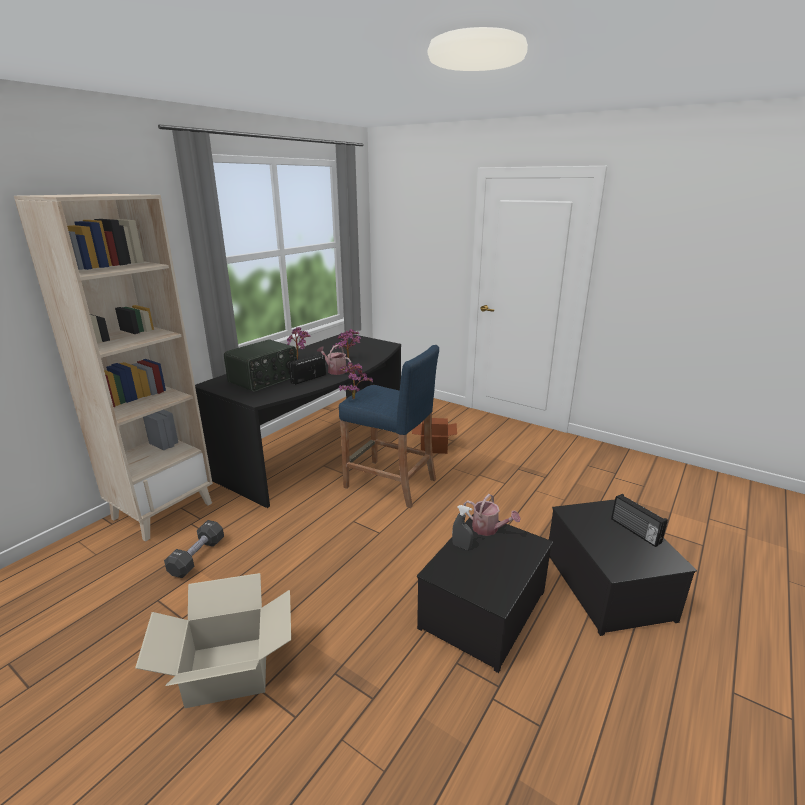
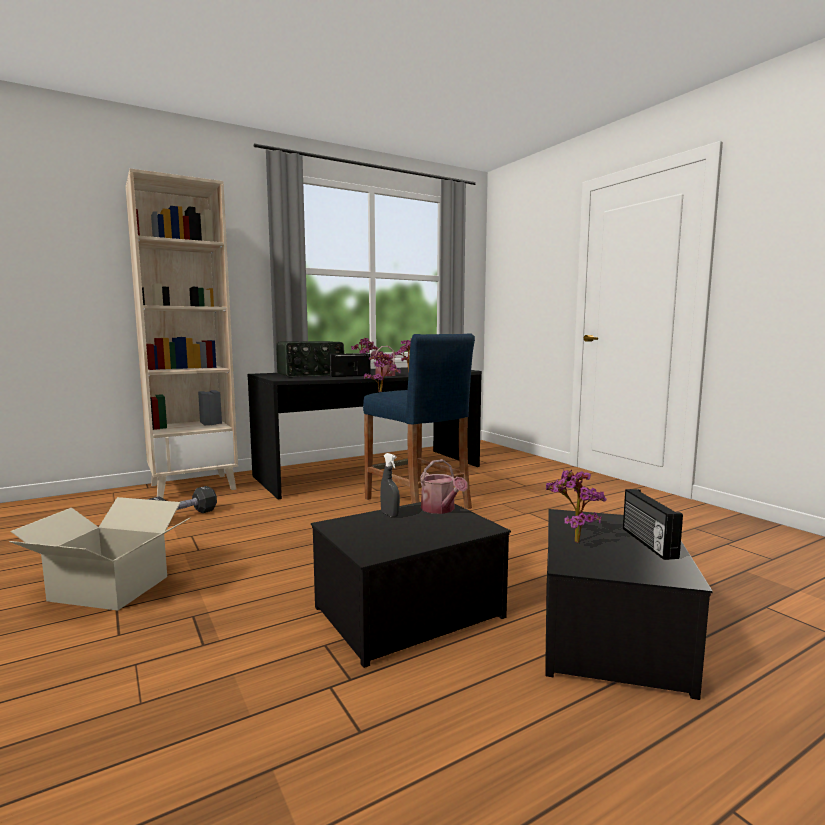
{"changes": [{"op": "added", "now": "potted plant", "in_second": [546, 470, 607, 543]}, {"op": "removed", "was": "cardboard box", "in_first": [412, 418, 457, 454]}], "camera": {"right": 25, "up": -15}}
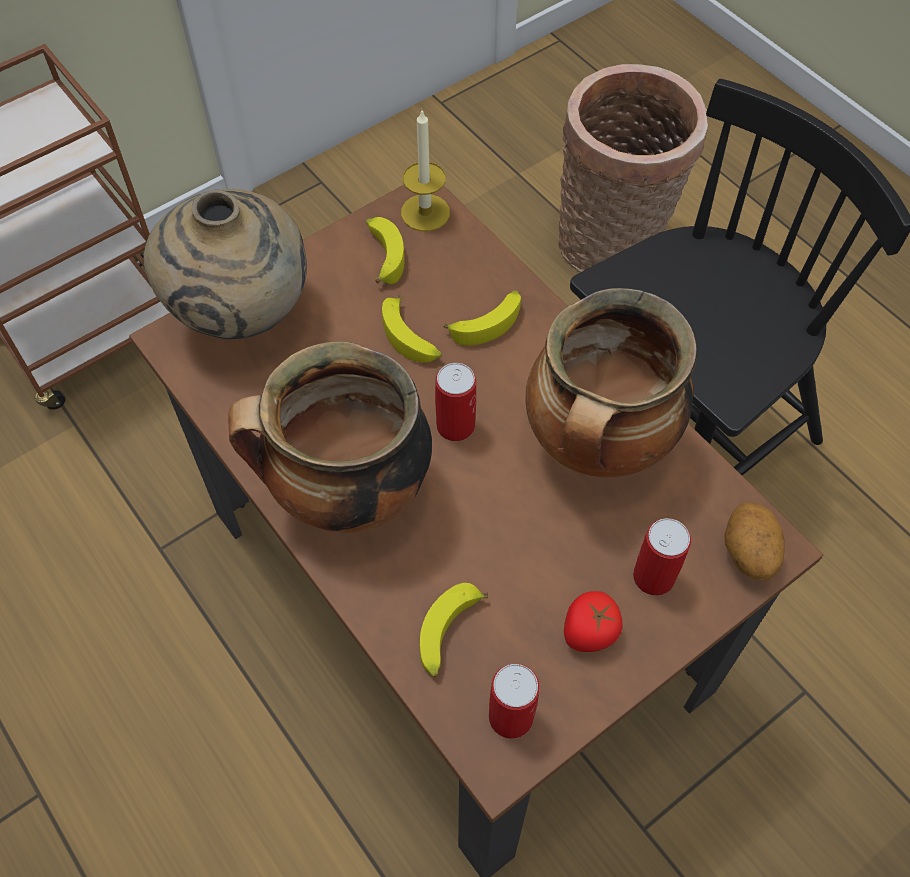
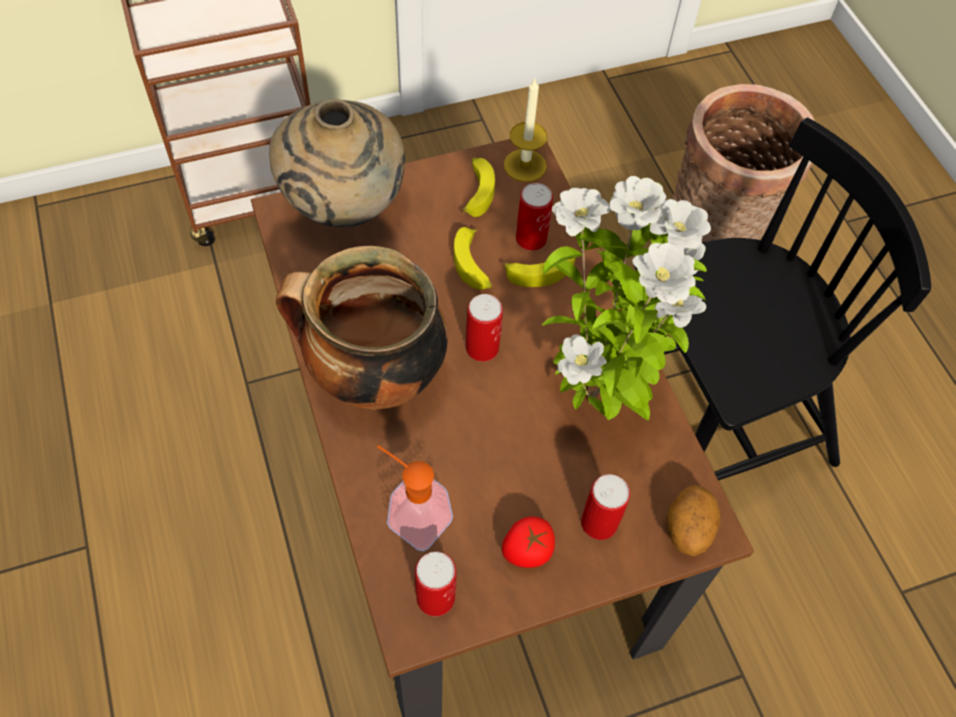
{"changes": [{"op": "replaced", "was": "banana", "now": "soap dispenser", "in_first": [420, 583, 488, 677], "in_second": [377, 445, 453, 551]}, {"op": "added", "now": "can", "in_second": [516, 183, 553, 251]}, {"op": "replaced", "was": "cooking pot", "now": "potted plant", "in_first": [525, 288, 697, 477], "in_second": [542, 176, 711, 421]}], "camera": {"right": 15, "up": 0}}
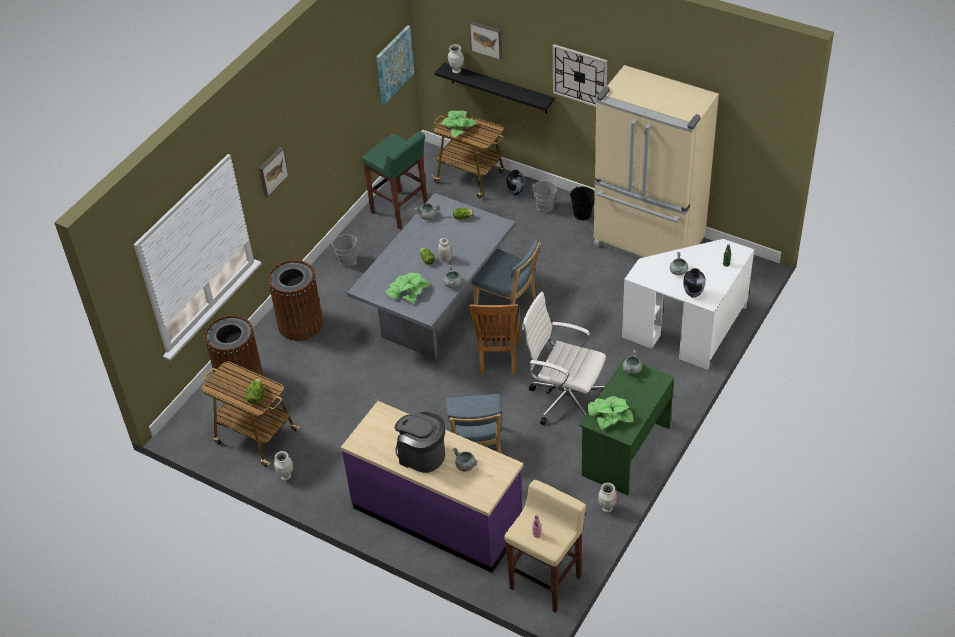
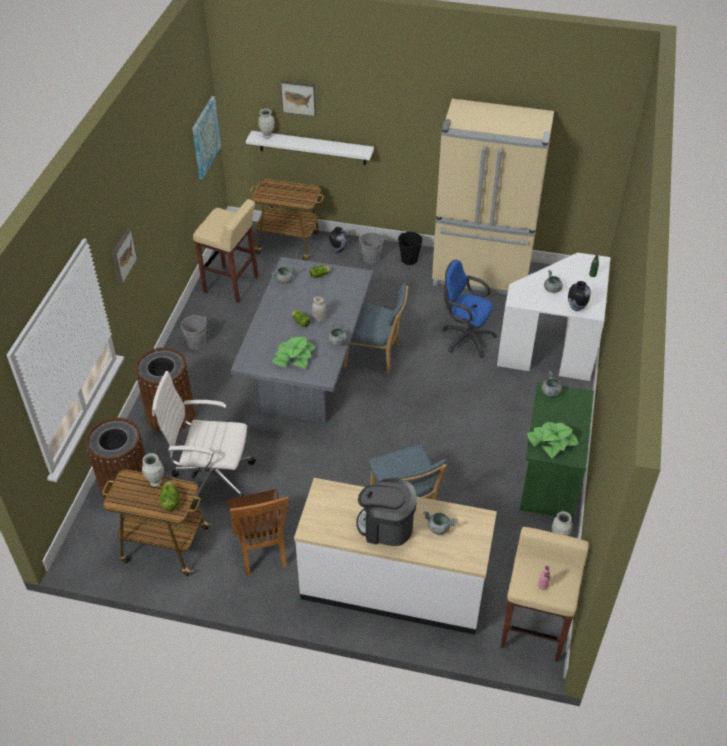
{"changes": [{"op": "moved", "was": "vase", "in_first": [274, 451, 293, 480], "in_second": [142, 453, 164, 487]}, {"op": "moved", "was": "office chair/white", "in_first": [522, 292, 606, 425], "in_second": [152, 371, 256, 509]}, {"op": "recoloured", "was": "stool/green", "now": "stool/beige", "in_first": [362, 131, 428, 229], "in_second": [193, 199, 258, 303]}, {"op": "moved", "was": "chair/brown", "in_first": [469, 304, 519, 375], "in_second": [227, 489, 289, 576]}, {"op": "recoloured", "was": "shelf/black", "now": "shelf/white", "in_first": [435, 62, 555, 113], "in_second": [246, 131, 374, 165]}, {"op": "recoloured", "was": "counter/purple", "now": "counter/white", "in_first": [341, 401, 523, 573], "in_second": [294, 478, 497, 635]}, {"op": "added", "now": "office chair/blue", "in_second": [442, 260, 498, 358]}, {"op": "removed", "was": "potted plant", "in_first": [441, 111, 477, 137]}, {"op": "removed", "was": "wall clock", "in_first": [553, 44, 607, 107]}], "camera": {"right": -20, "up": 0}}
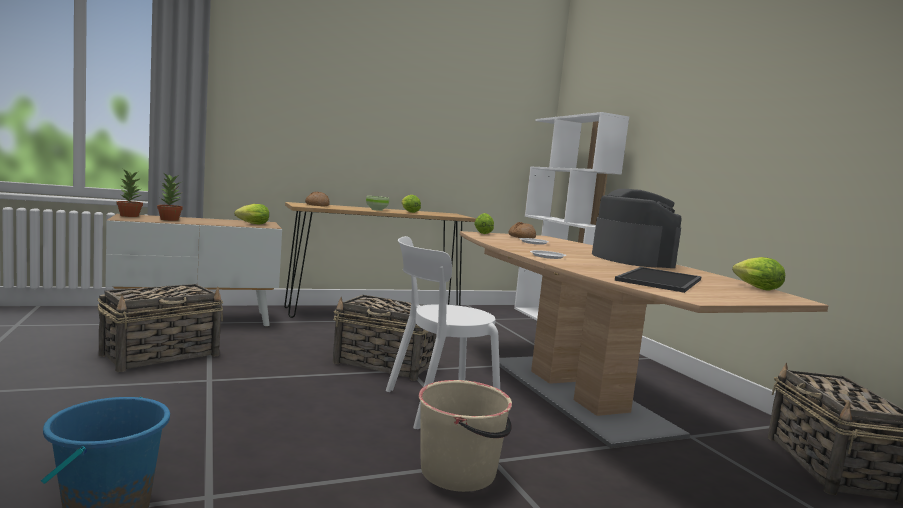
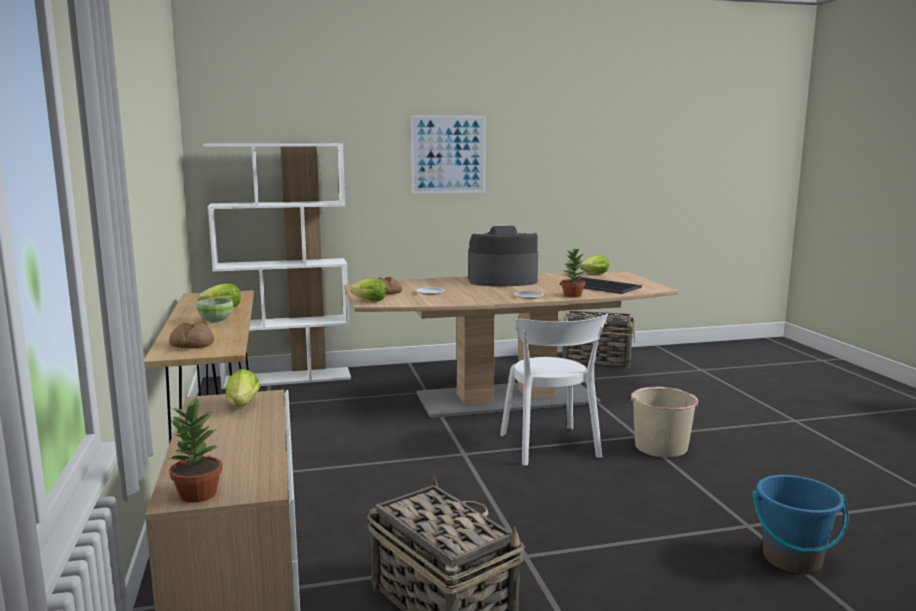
{"changes": [{"op": "added", "now": "picture", "in_second": [411, 115, 486, 194]}, {"op": "moved", "was": "potted plant", "in_first": [157, 173, 183, 221], "in_second": [561, 248, 585, 298]}, {"op": "removed", "was": "basket", "in_first": [333, 295, 437, 381]}], "camera": {"right": -80, "up": 5}}
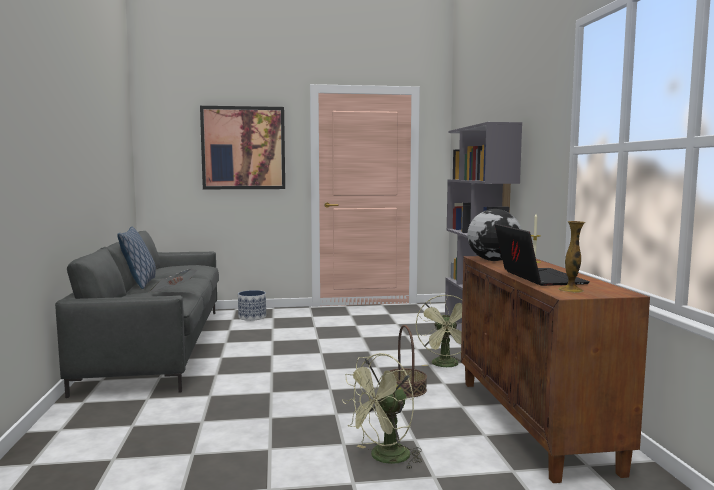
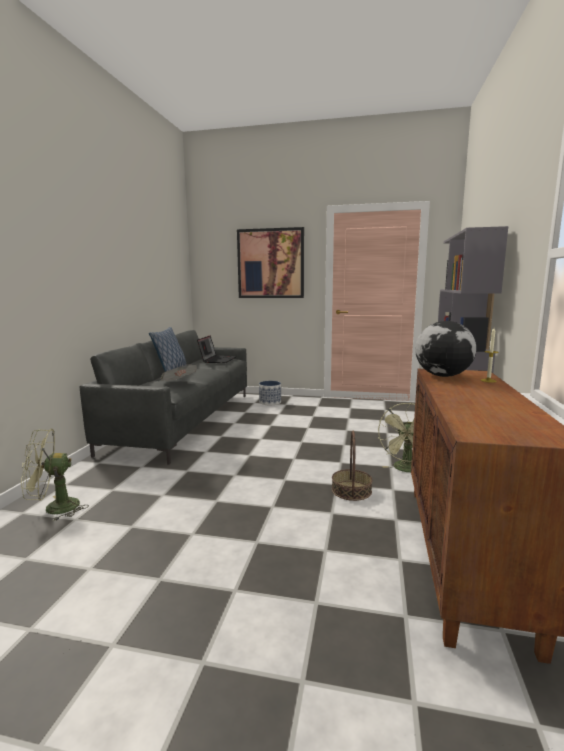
{"changes": [{"op": "moved", "was": "fan/green", "in_first": [342, 353, 422, 469], "in_second": [21, 428, 89, 521]}, {"op": "moved", "was": "laptop", "in_first": [495, 224, 590, 286], "in_second": [197, 335, 236, 363]}, {"op": "removed", "was": "vase", "in_first": [558, 221, 585, 293]}], "camera": {"right": 20, "up": 5}}
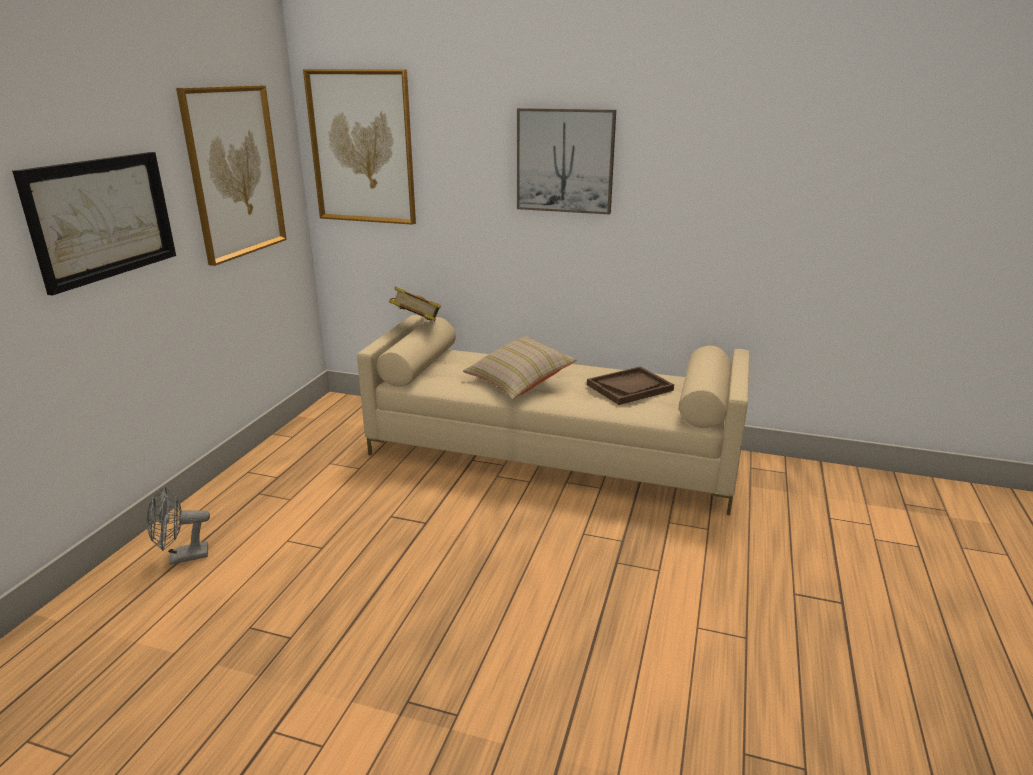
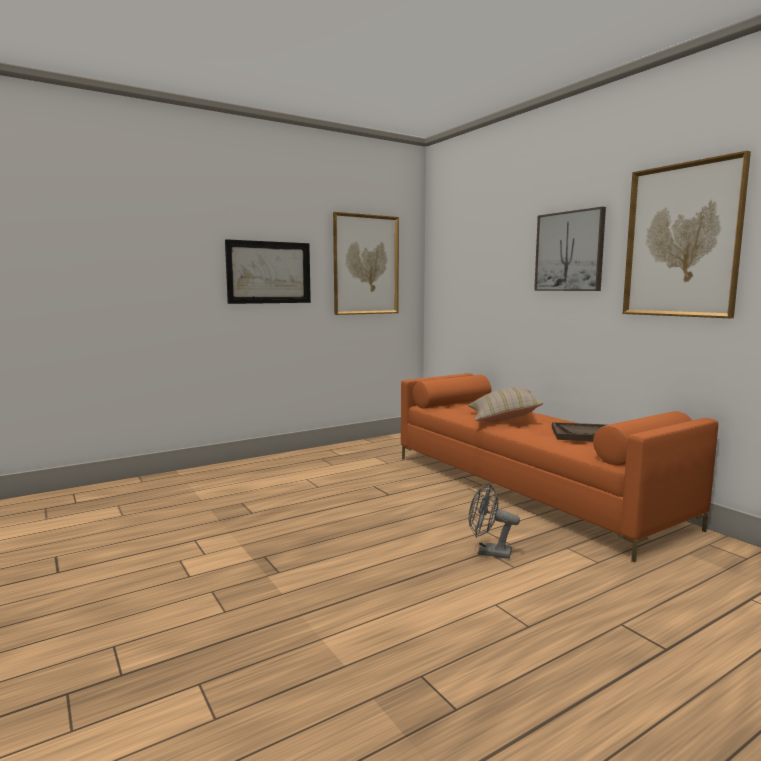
{"changes": [{"op": "recoloured", "was": "sofa/beige", "now": "sofa/orange", "in_first": [357, 315, 750, 515], "in_second": [401, 373, 718, 562]}, {"op": "moved", "was": "fan/grey", "in_first": [147, 487, 210, 565], "in_second": [469, 484, 520, 559]}, {"op": "moved", "was": "picture", "in_first": [303, 69, 416, 225], "in_second": [623, 151, 751, 318]}, {"op": "removed", "was": "book", "in_first": [389, 286, 441, 321]}], "camera": {"right": 40, "up": -15}}
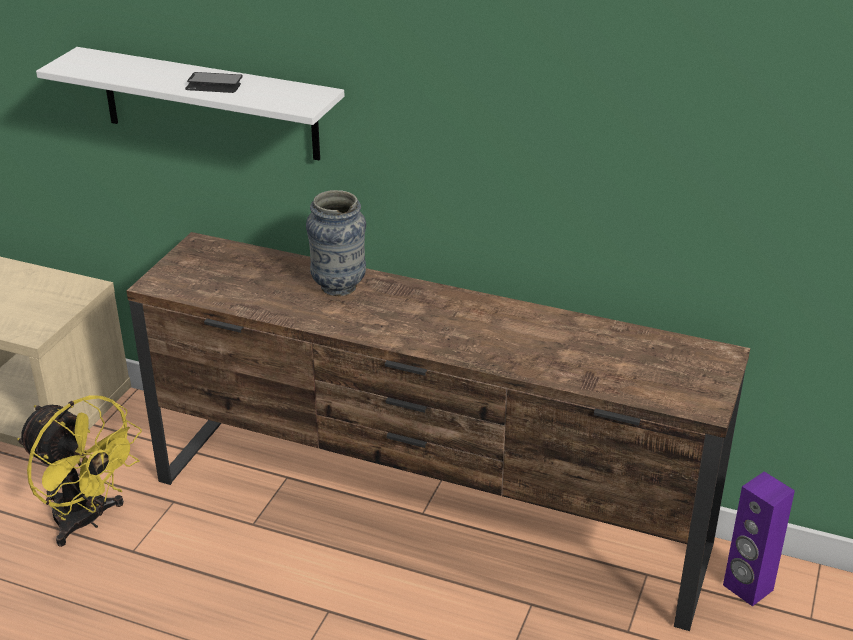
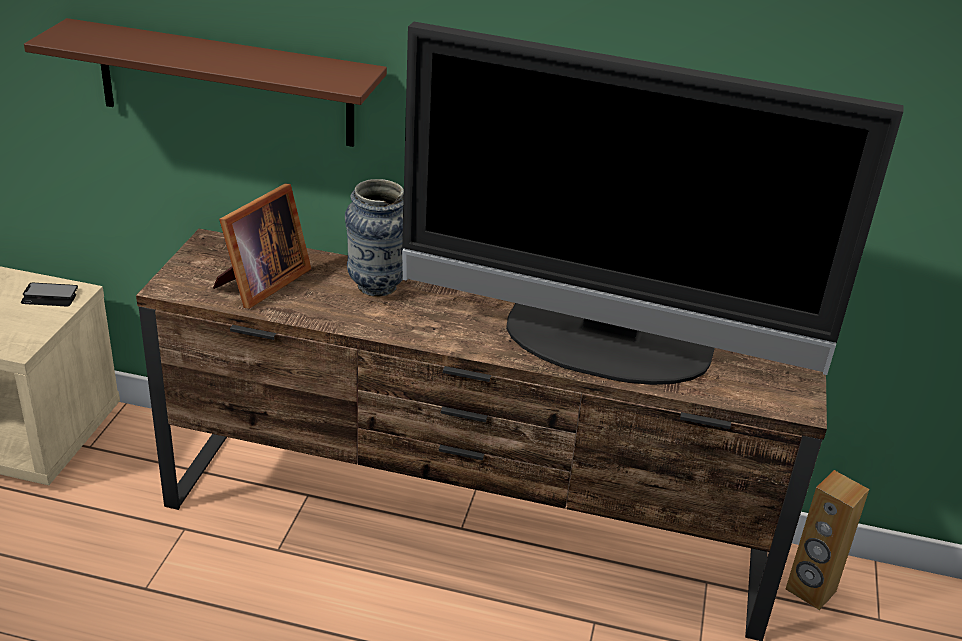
{"changes": [{"op": "moved", "was": "phone", "in_first": [185, 72, 243, 93], "in_second": [21, 283, 78, 307]}, {"op": "recoloured", "was": "shelf/white", "now": "shelf/brown", "in_first": [36, 47, 344, 160], "in_second": [24, 18, 387, 147]}, {"op": "added", "now": "picture frame", "in_second": [213, 184, 311, 309]}, {"op": "added", "now": "television", "in_second": [402, 22, 904, 385]}, {"op": "recoloured", "was": "speaker/purple", "now": "speaker/brown", "in_first": [723, 472, 795, 606], "in_second": [786, 470, 869, 610]}, {"op": "removed", "was": "fan/yellow", "in_first": [17, 395, 142, 547]}], "camera": {"right": -10, "up": 0}}
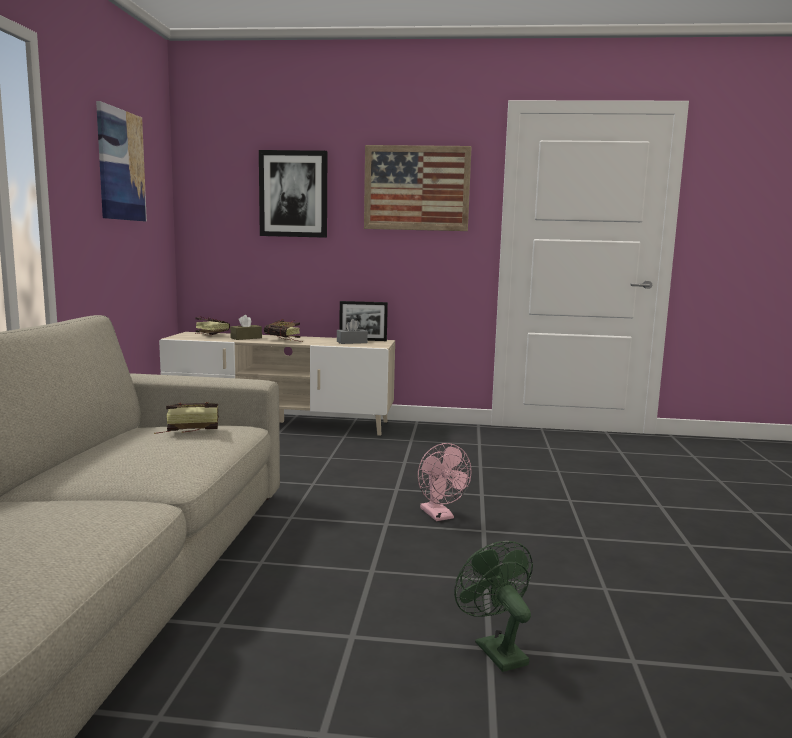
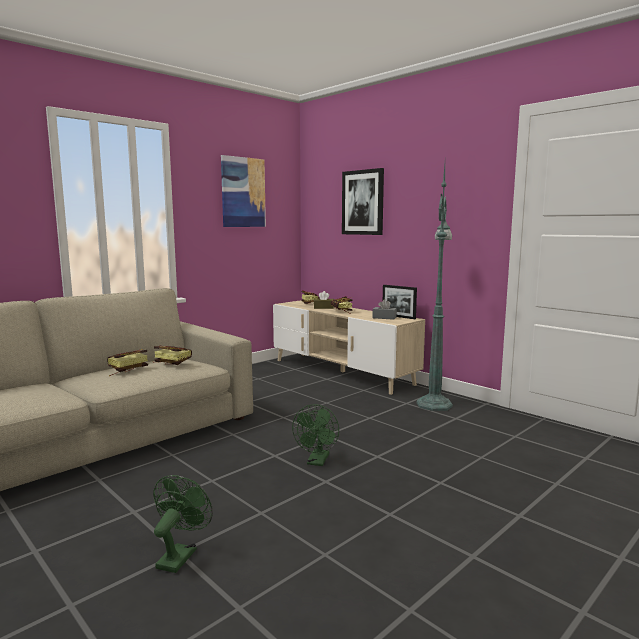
{"changes": [{"op": "added", "now": "book", "in_second": [107, 349, 148, 376]}, {"op": "recoloured", "was": "fan/pink", "now": "fan/green", "in_first": [418, 443, 472, 521], "in_second": [292, 404, 339, 466]}, {"op": "added", "now": "floor lamp/green", "in_second": [417, 164, 453, 411]}, {"op": "removed", "was": "picture", "in_first": [364, 145, 472, 231]}], "camera": {"right": 40, "up": 0}}
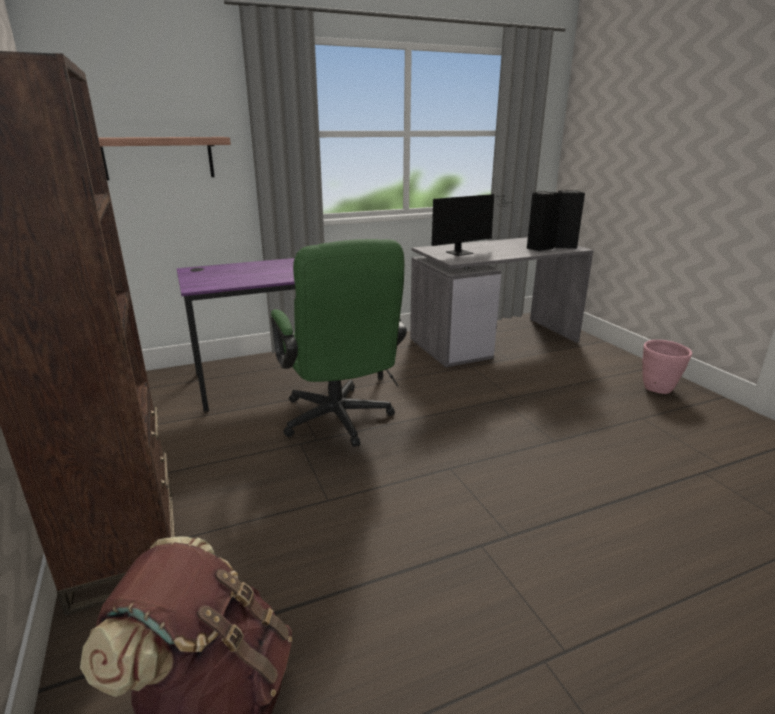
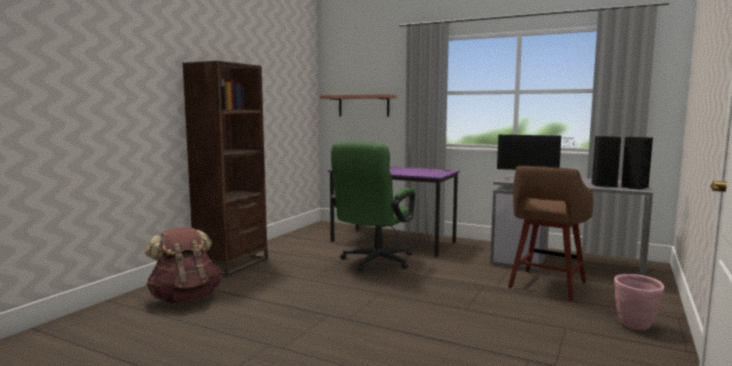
{"changes": [{"op": "added", "now": "stool/brown", "in_second": [508, 166, 593, 301]}], "camera": {"right": 50, "up": -15}}
